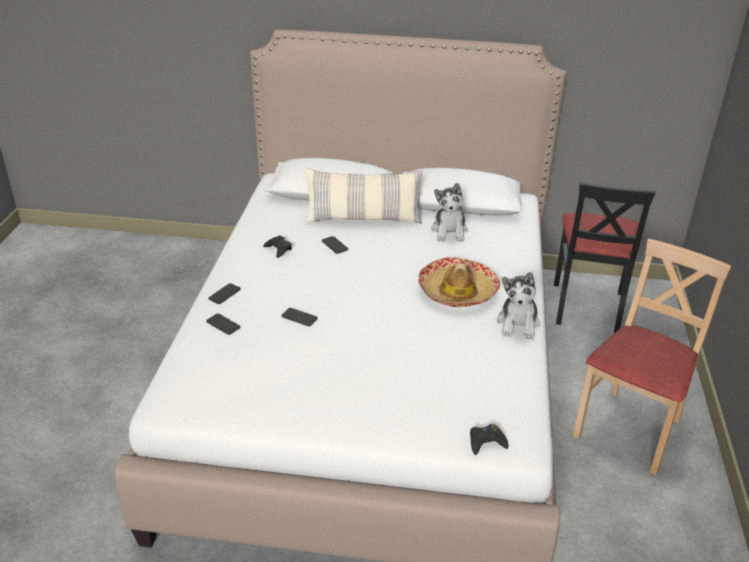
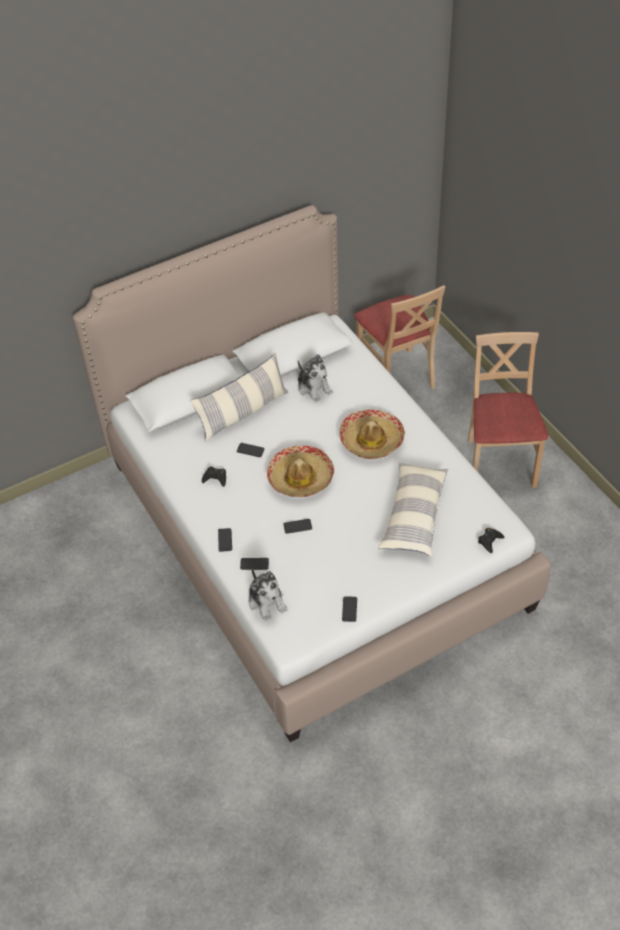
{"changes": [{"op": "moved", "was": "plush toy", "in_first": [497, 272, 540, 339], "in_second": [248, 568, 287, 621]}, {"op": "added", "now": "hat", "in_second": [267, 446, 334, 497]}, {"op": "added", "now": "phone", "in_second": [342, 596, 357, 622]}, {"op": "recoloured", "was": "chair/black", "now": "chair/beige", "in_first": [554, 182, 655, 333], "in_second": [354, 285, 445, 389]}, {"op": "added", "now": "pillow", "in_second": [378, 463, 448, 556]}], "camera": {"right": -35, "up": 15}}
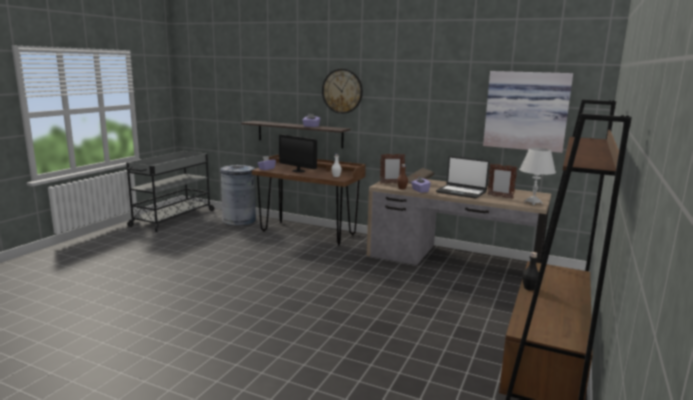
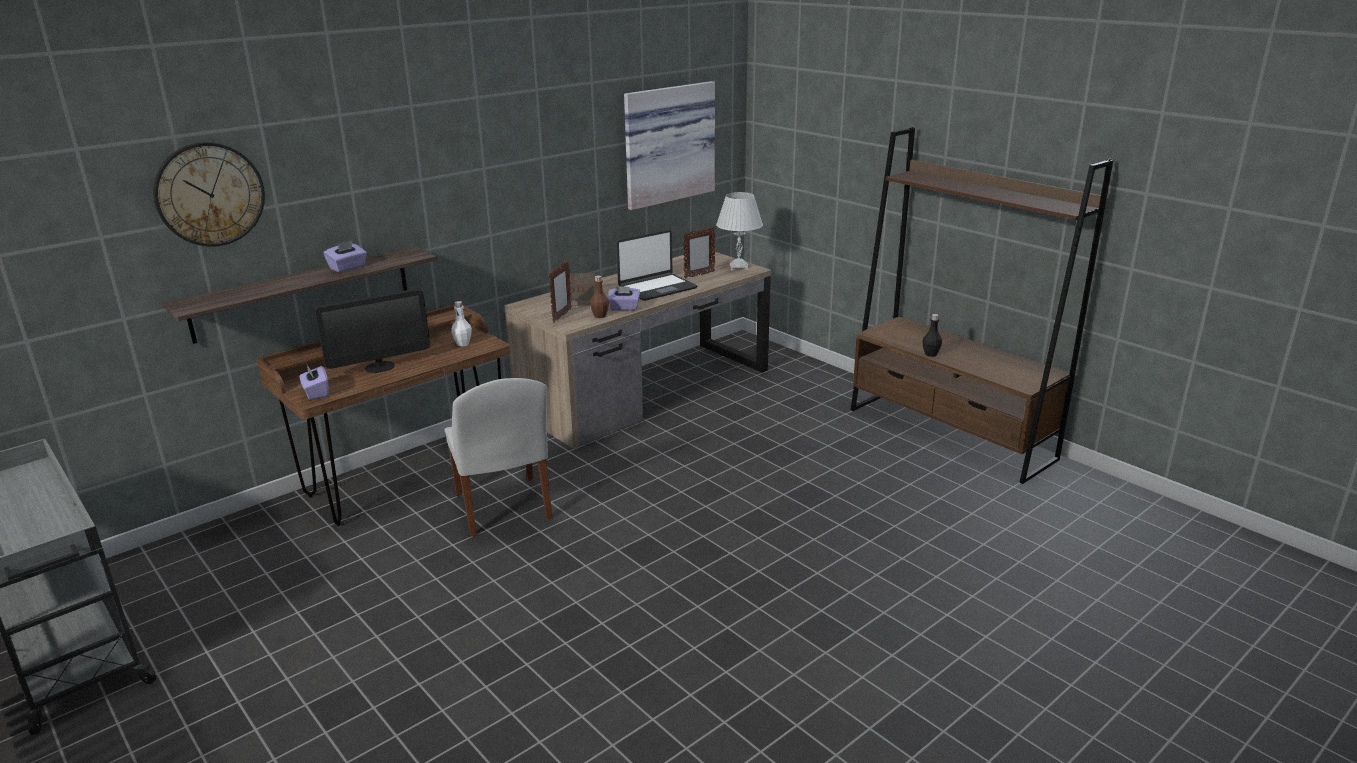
{"changes": [{"op": "moved", "was": "wall clock", "in_first": [322, 69, 363, 114], "in_second": [153, 142, 265, 247]}, {"op": "added", "now": "chair/white", "in_second": [445, 378, 552, 537]}, {"op": "removed", "was": "trash can/grey", "in_first": [220, 165, 256, 226]}], "camera": {"right": -65, "up": 10}}
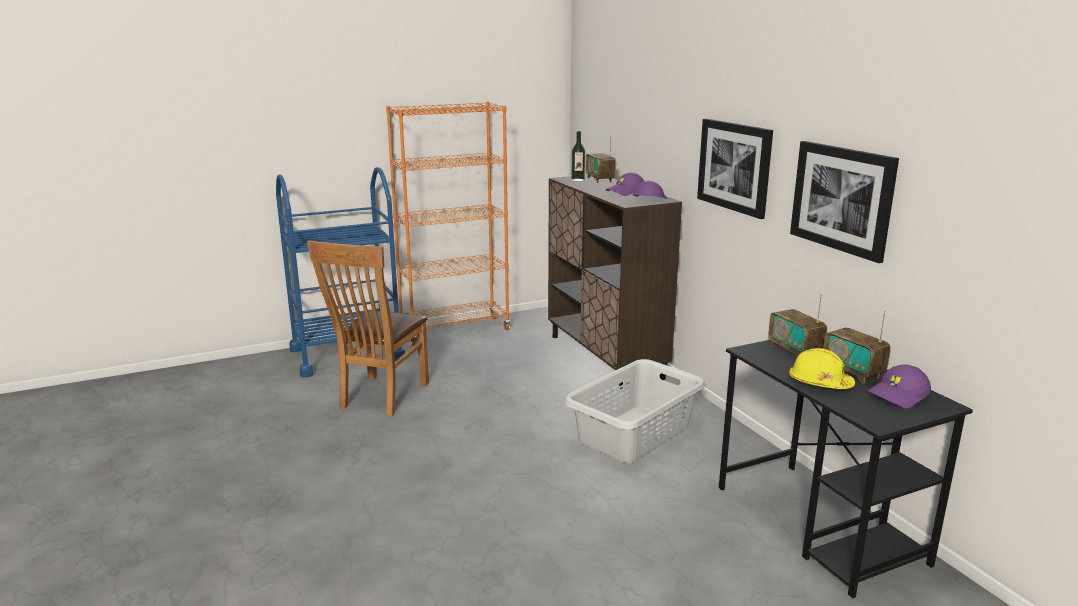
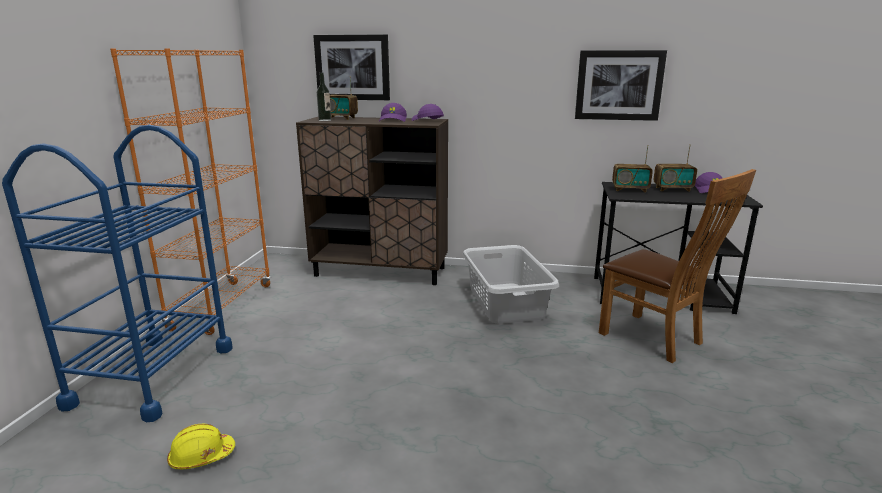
{"changes": [{"op": "moved", "was": "hard hat/yellow", "in_first": [789, 348, 855, 389], "in_second": [167, 424, 235, 469]}, {"op": "moved", "was": "picture", "in_first": [697, 118, 773, 219], "in_second": [313, 34, 390, 100]}, {"op": "moved", "was": "chair/brown", "in_first": [307, 241, 429, 416], "in_second": [599, 169, 756, 363]}], "camera": {"right": -55, "up": 0}}
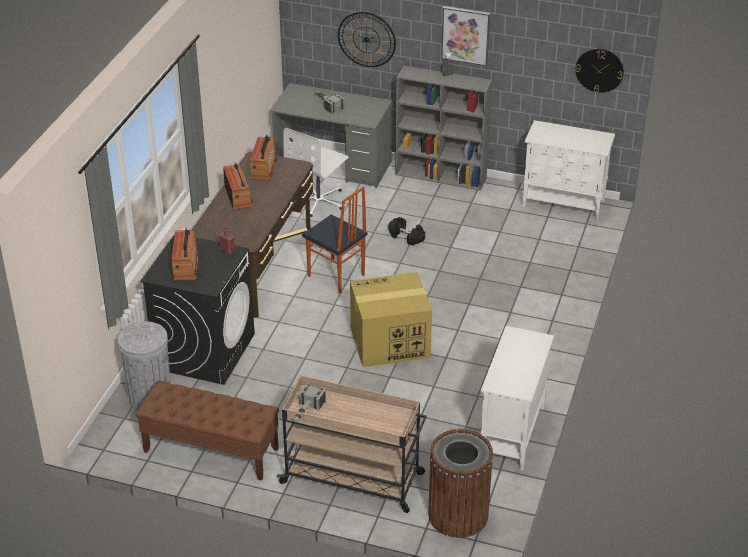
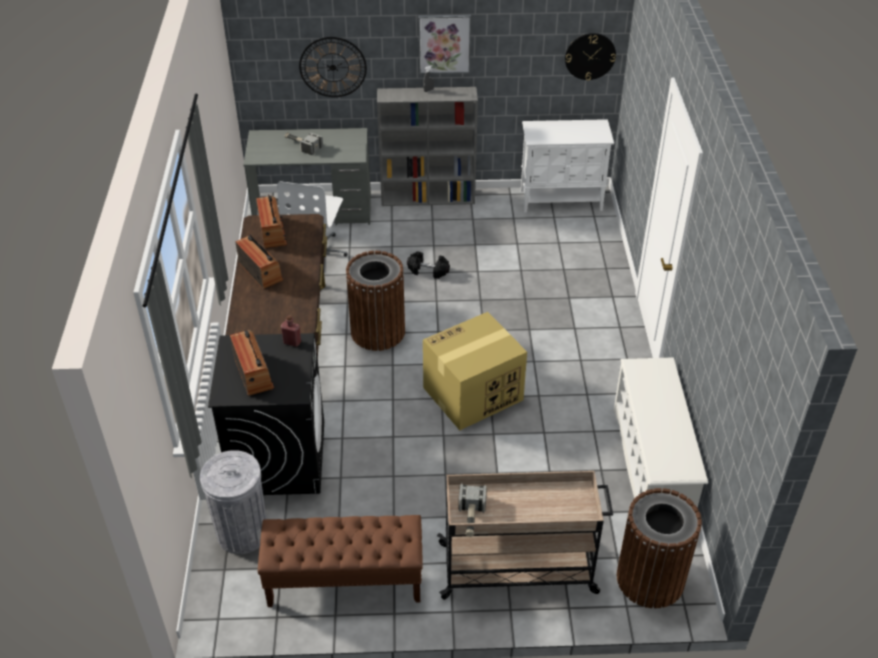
{"changes": [{"op": "replaced", "was": "chair", "now": "trash can/brown", "in_first": [302, 186, 367, 293], "in_second": [346, 251, 405, 351]}, {"op": "replaced", "was": "cabinet/white", "now": "shoe rack/white", "in_first": [481, 326, 554, 471], "in_second": [614, 357, 708, 508]}], "camera": {"right": -20, "up": 5}}
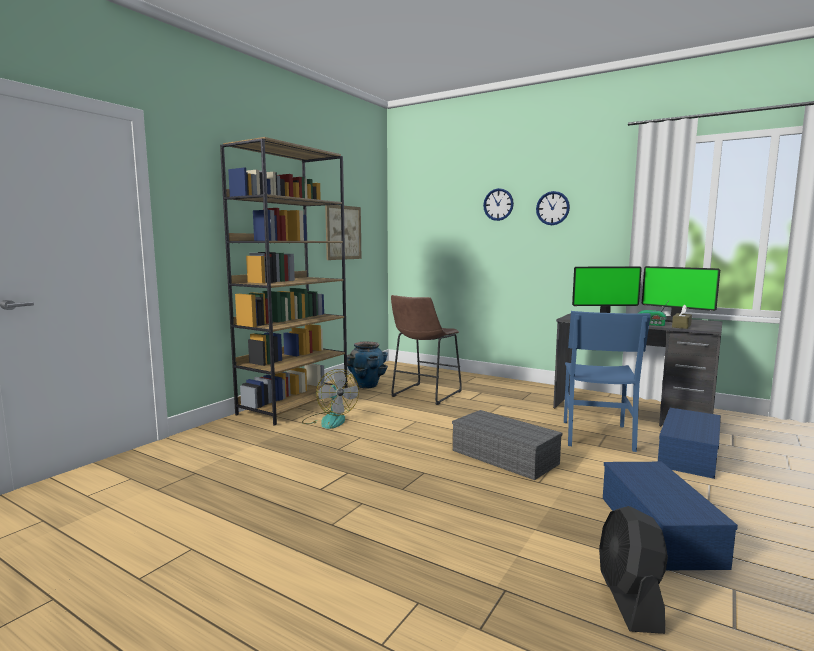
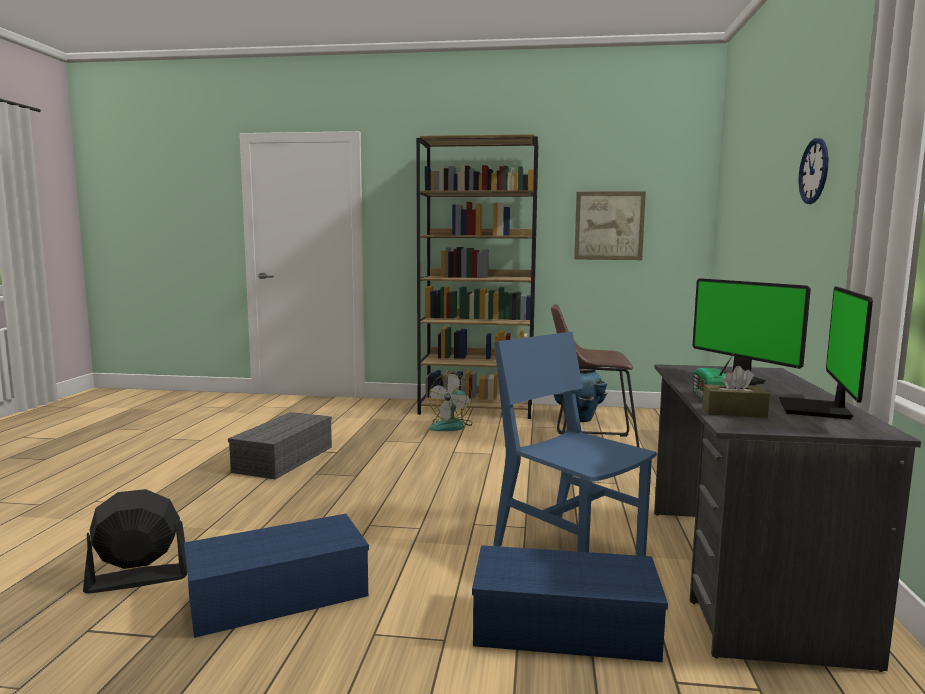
{"changes": [{"op": "moved", "was": "storage box/grey", "in_first": [452, 410, 562, 480], "in_second": [228, 412, 332, 479]}, {"op": "turned", "was": "chair/blue", "in_first": [564, 311, 651, 452], "in_second": [493, 332, 657, 556], "clockwise": 60}, {"op": "removed", "was": "wall clock", "in_first": [483, 188, 514, 221]}], "camera": {"right": 65, "up": 0}}
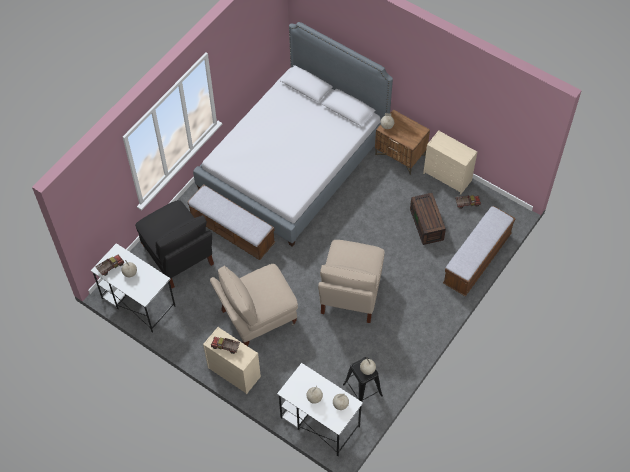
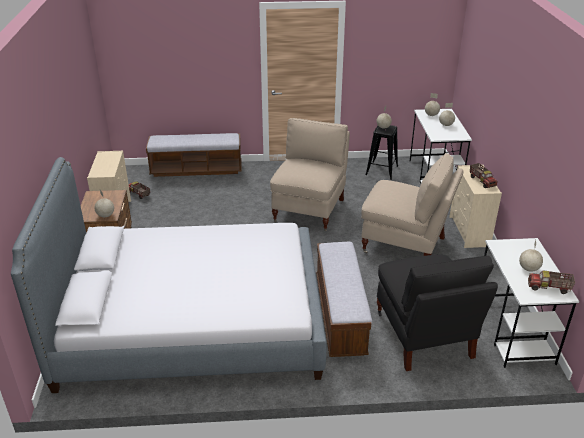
{"changes": [{"op": "turned", "was": "chair/beige", "in_first": [318, 240, 385, 323], "in_second": [270, 118, 350, 231], "clockwise": -45}, {"op": "turned", "was": "chair/black", "in_first": [135, 200, 214, 289], "in_second": [377, 255, 498, 371], "clockwise": 150}, {"op": "removed", "was": "storage box/brown", "in_first": [410, 193, 446, 245]}], "camera": {"right": -130, "up": -25}}
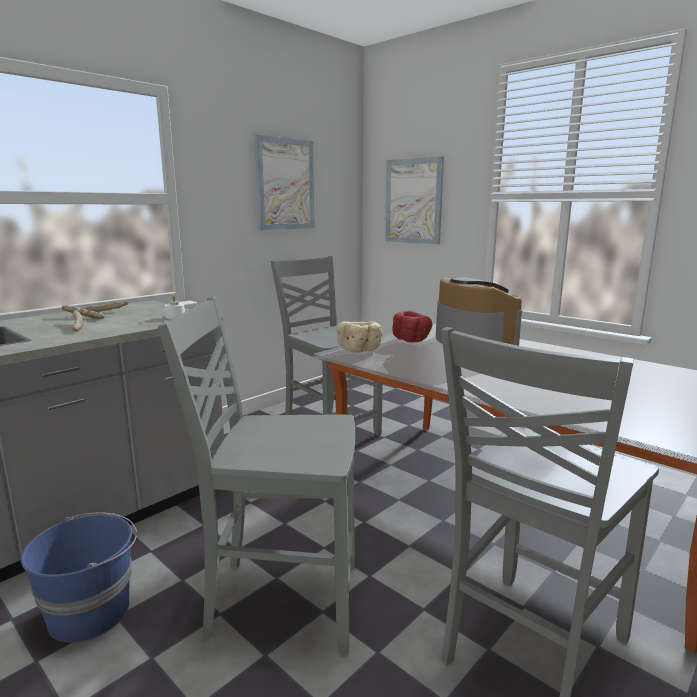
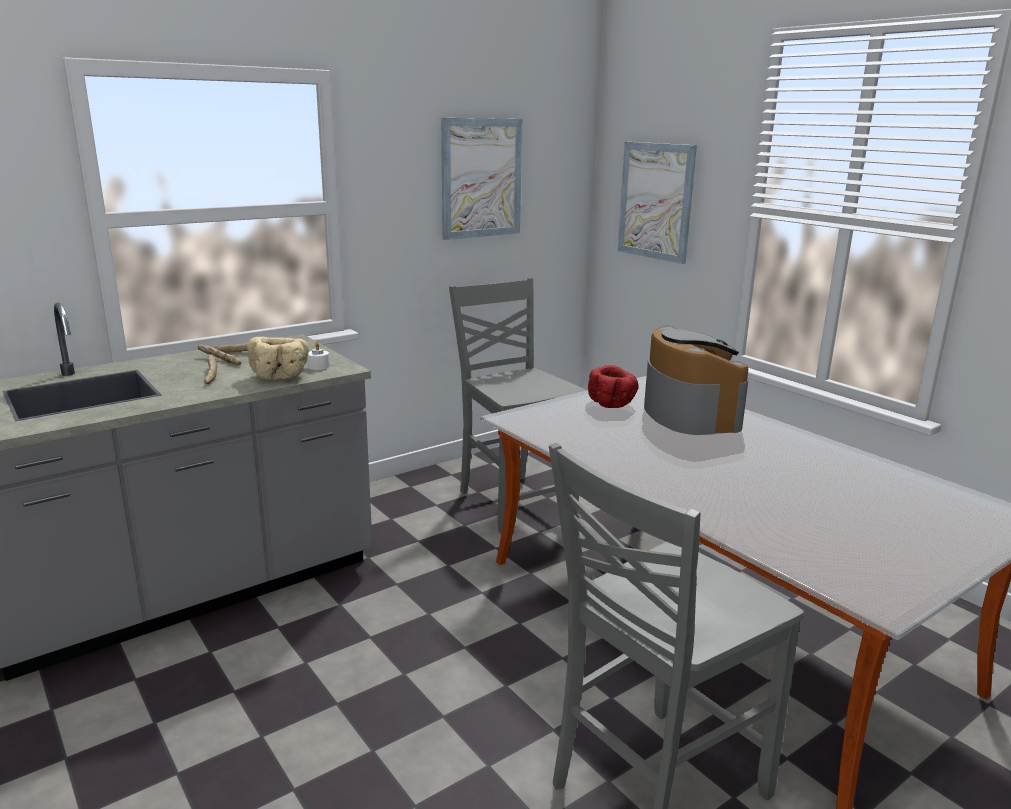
{"changes": [{"op": "moved", "was": "bowl/beige", "in_first": [337, 321, 383, 353], "in_second": [247, 337, 309, 381]}, {"op": "removed", "was": "bucket/blue", "in_first": [21, 512, 137, 642]}, {"op": "removed", "was": "chair/grey", "in_first": [158, 297, 355, 655]}], "camera": {"right": 10, "up": 5}}
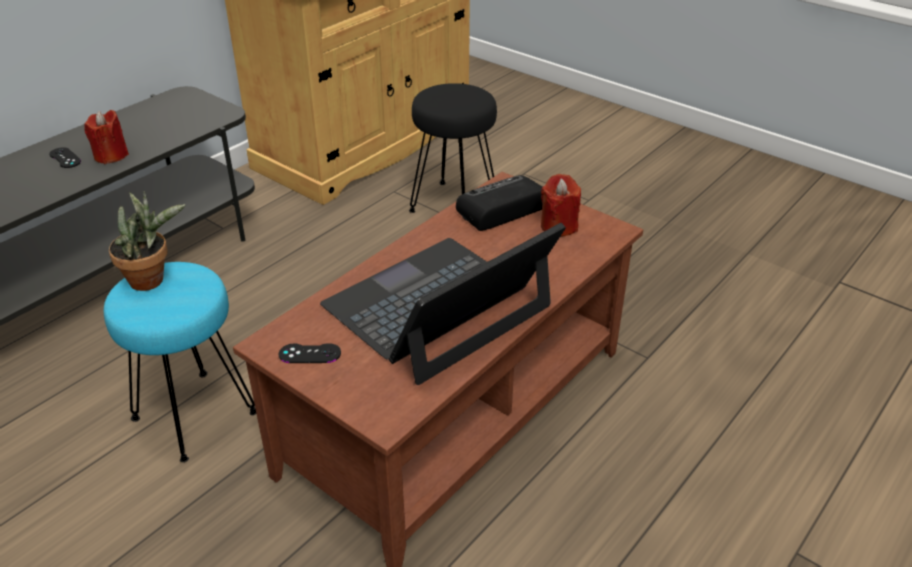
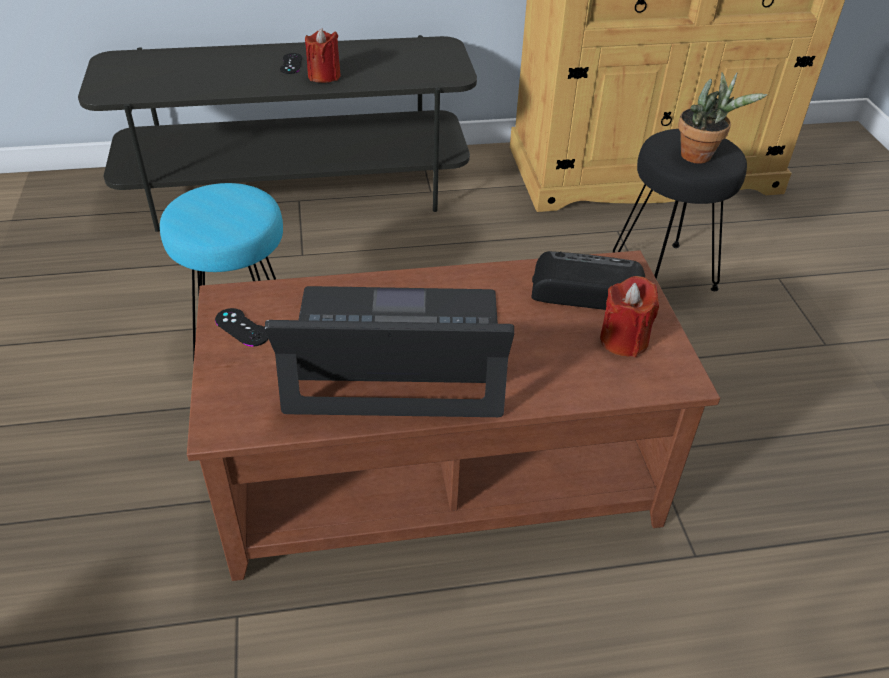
{"changes": [{"op": "moved", "was": "potted plant", "in_first": [109, 191, 185, 291], "in_second": [678, 72, 767, 164]}], "camera": {"right": 40, "up": 5}}
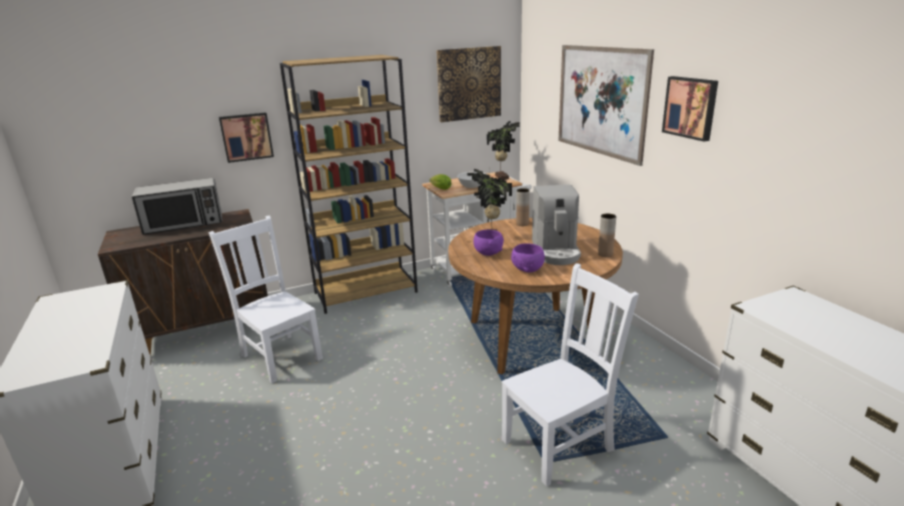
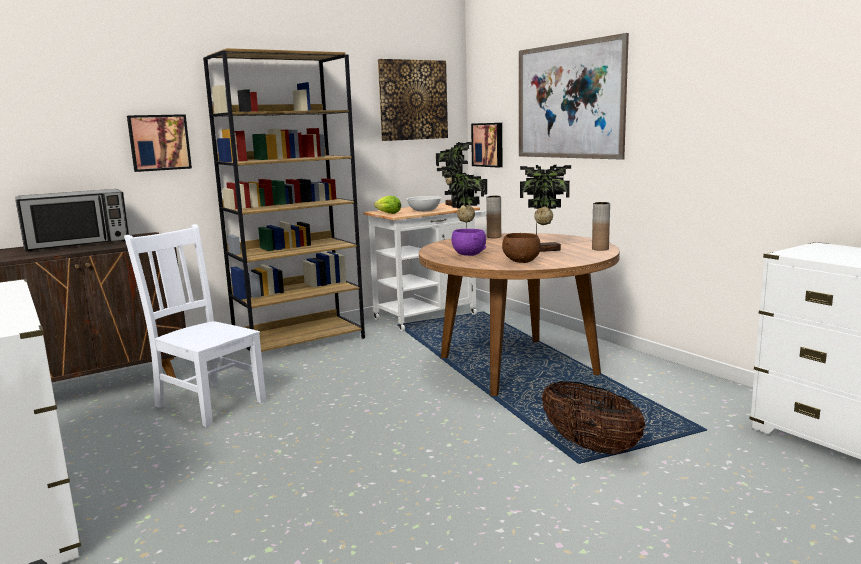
{"changes": [{"op": "moved", "was": "picture", "in_first": [662, 76, 718, 142], "in_second": [471, 123, 503, 168]}, {"op": "recoloured", "was": "bowl/purple", "now": "bowl/brown", "in_first": [511, 243, 545, 273], "in_second": [502, 233, 541, 263]}, {"op": "replaced", "was": "coffee machine", "now": "potted plant", "in_first": [532, 185, 581, 265], "in_second": [520, 164, 571, 252]}, {"op": "replaced", "was": "chair/white", "now": "basket", "in_first": [502, 263, 639, 487], "in_second": [541, 381, 645, 454]}], "camera": {"right": -10, "up": -10}}
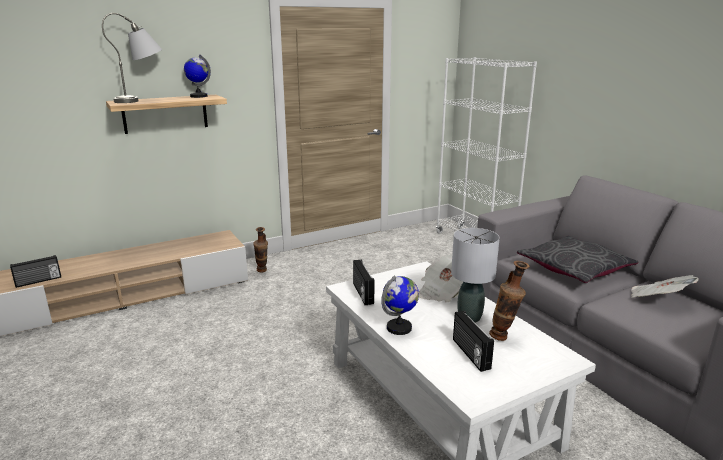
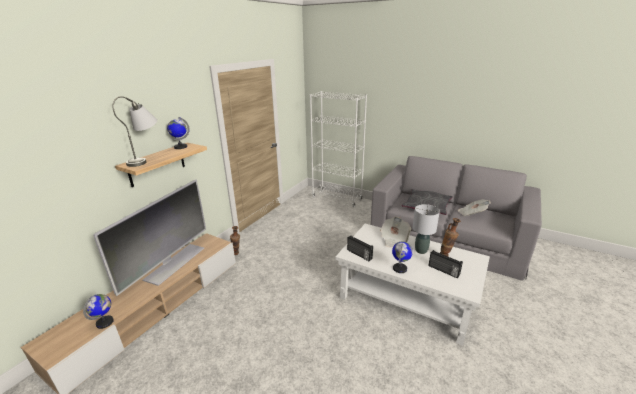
{"changes": [{"op": "replaced", "was": "radio", "now": "globe", "in_first": [10, 255, 61, 288], "in_second": [83, 294, 114, 329]}, {"op": "added", "now": "television", "in_second": [93, 179, 206, 296]}], "camera": {"right": -30, "up": 5}}
